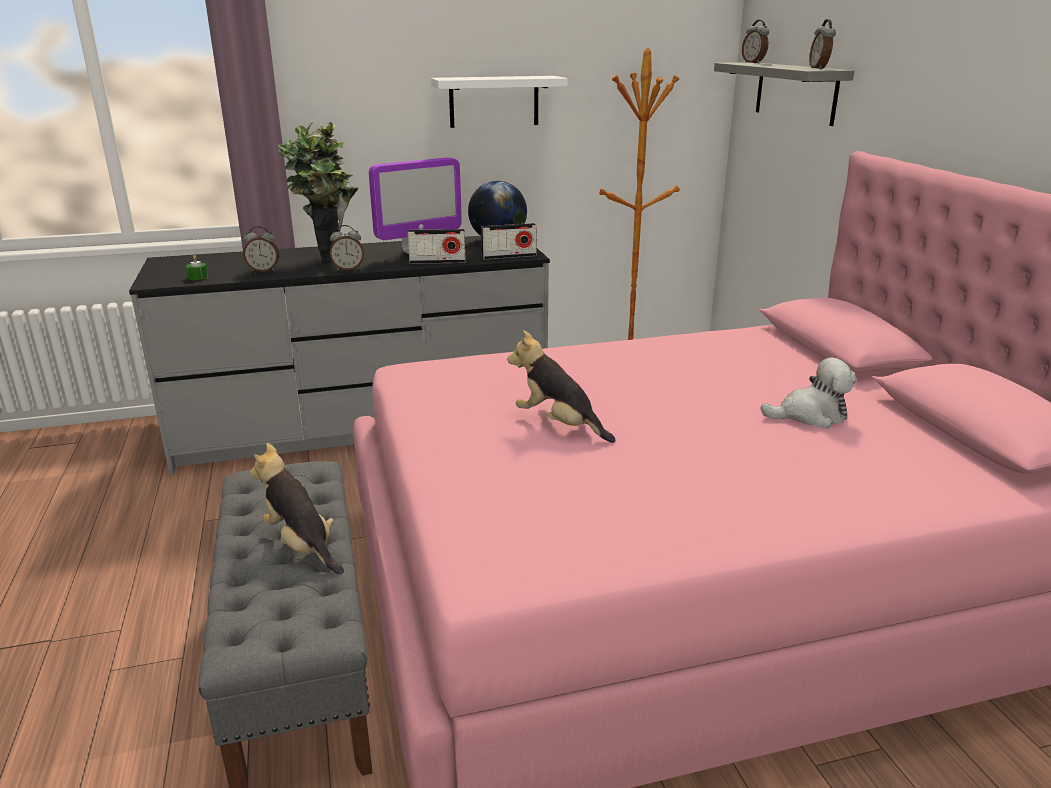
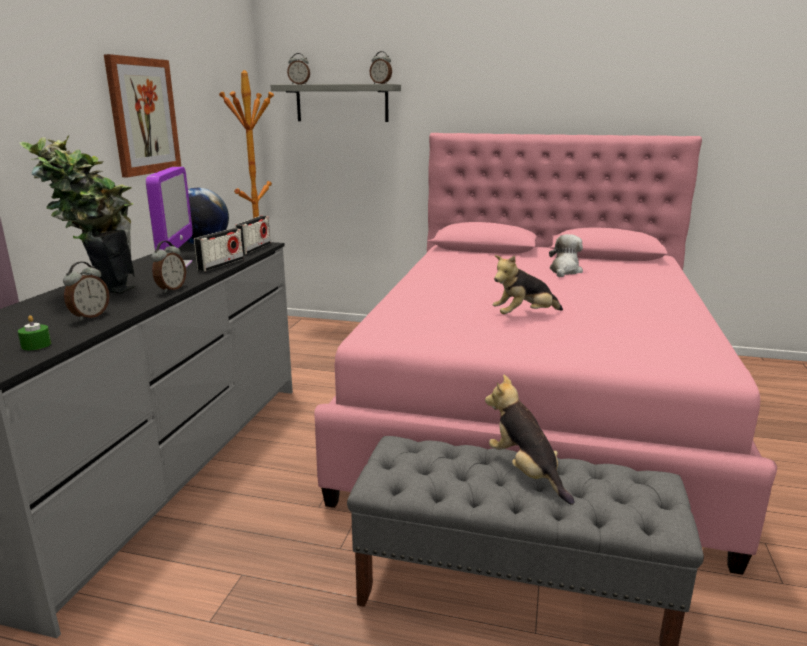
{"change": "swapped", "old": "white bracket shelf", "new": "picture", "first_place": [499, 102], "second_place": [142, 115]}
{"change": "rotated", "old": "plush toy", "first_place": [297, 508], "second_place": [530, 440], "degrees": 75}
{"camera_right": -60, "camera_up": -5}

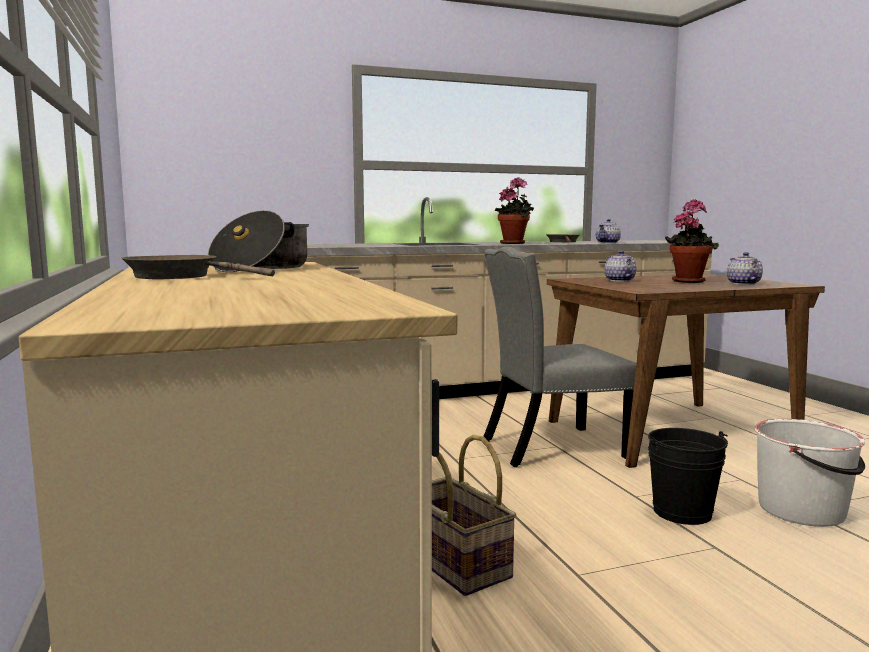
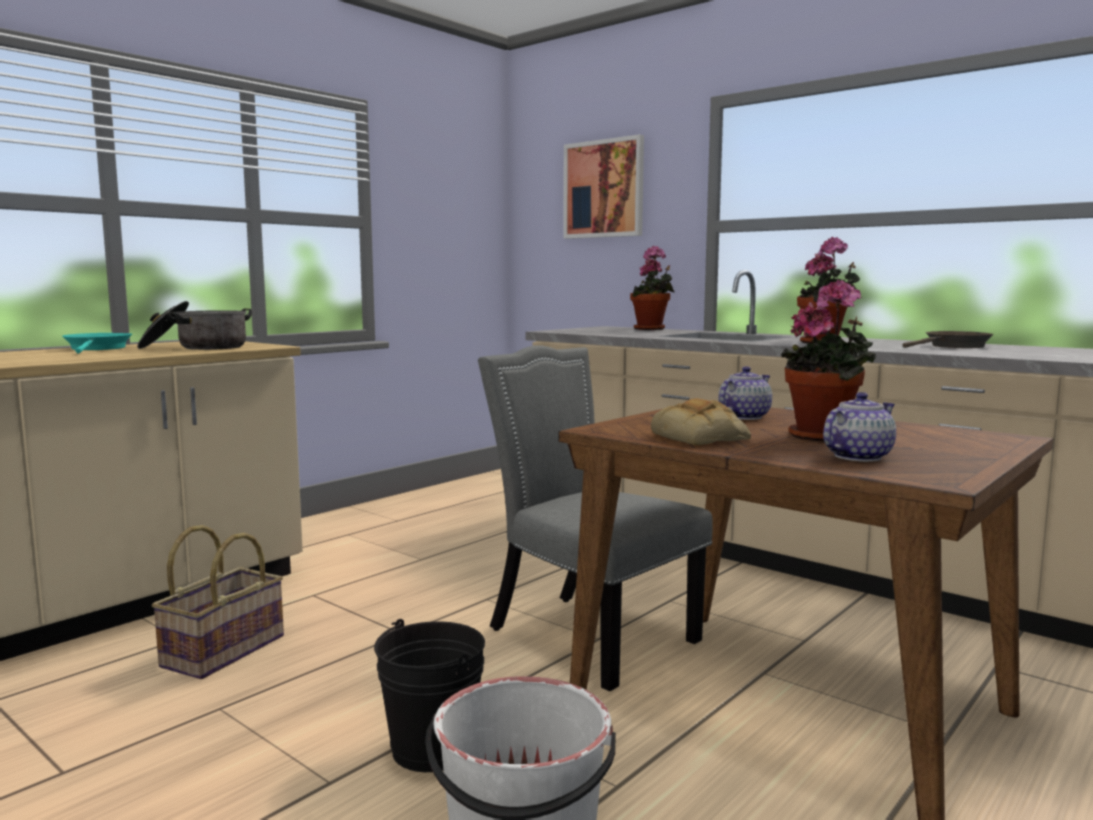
{"change": "gone", "old": "tea pot", "first_place": [608, 231]}
{"change": "repainted", "old": "brownish frying pan", "new": "turquoise frying pan", "first_place": [198, 267], "second_place": [97, 343]}
{"change": "new", "new": "picture", "second_place": [603, 186]}
{"change": "new", "new": "potted plant", "second_place": [652, 288]}
{"change": "new", "new": "baked bread", "second_place": [701, 421]}
{"camera_right": 60, "camera_up": 0}

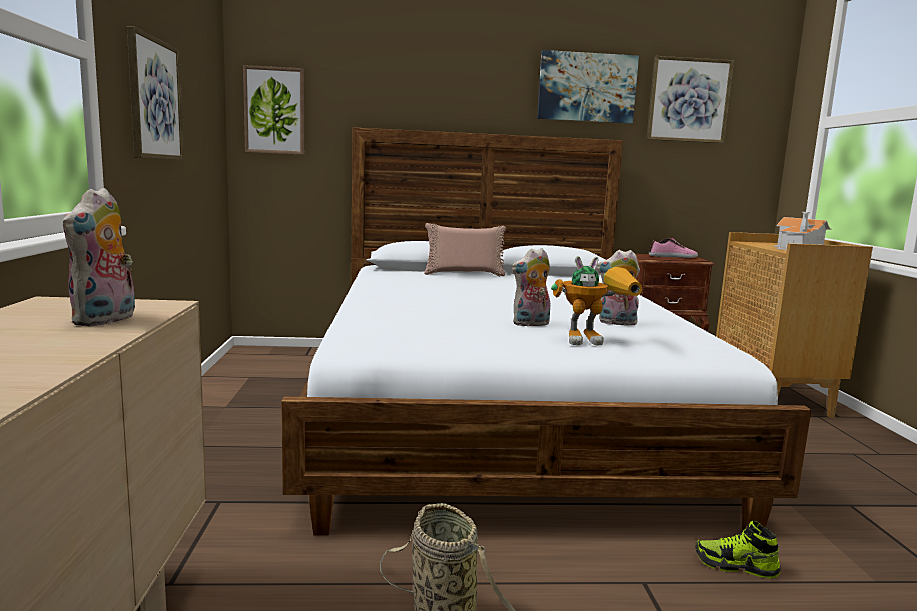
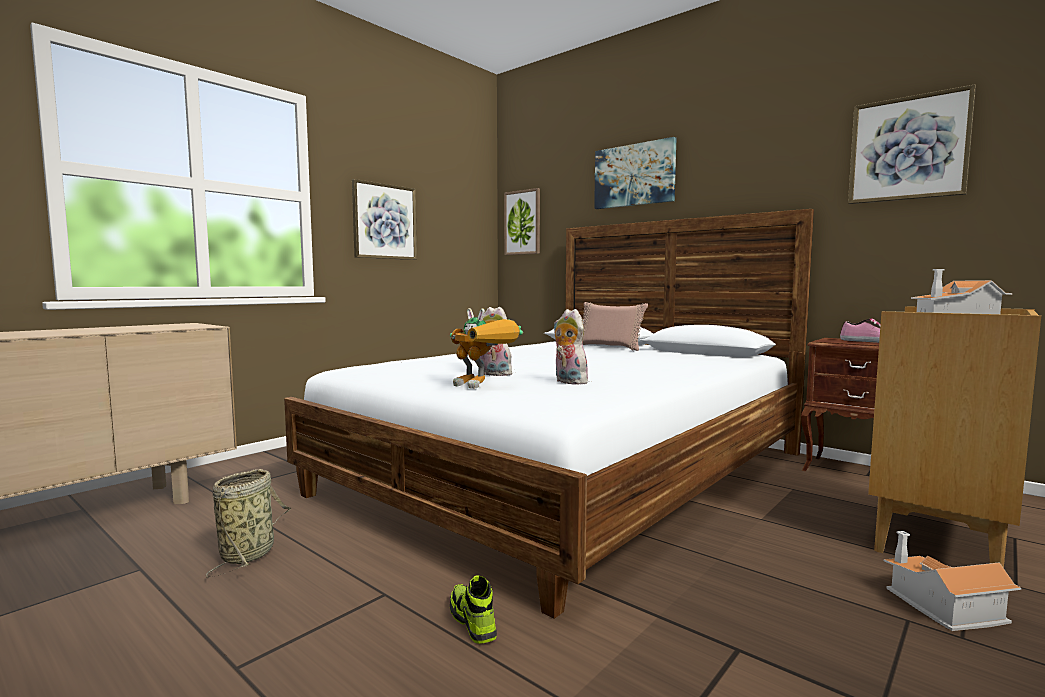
{"change": "shifted", "old": "picture", "first_place": [588, 86], "second_place": [635, 173]}
{"change": "gone", "old": "plush toy", "first_place": [99, 256]}
{"change": "new", "new": "model house", "second_place": [952, 581]}
{"camera_right": 45, "camera_up": -5}

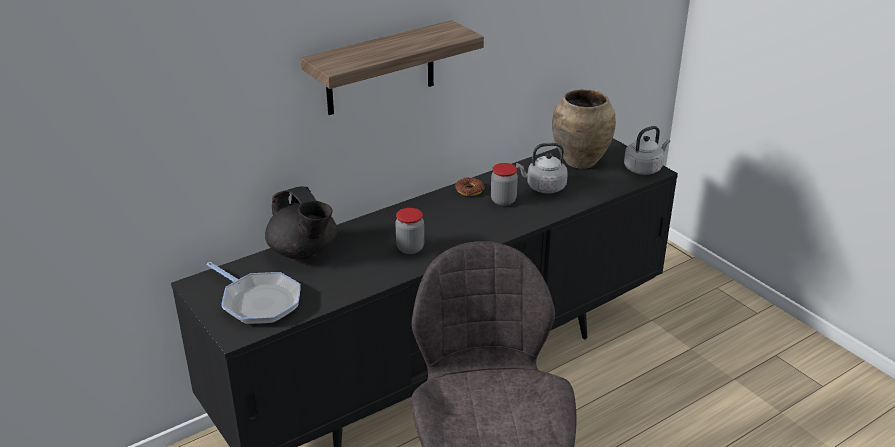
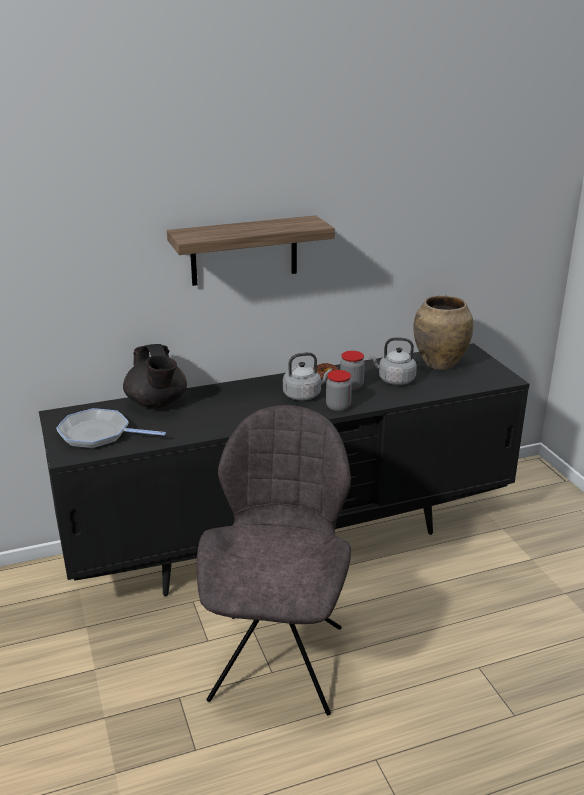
{"change": "shifted", "old": "gray tea kettle", "first_place": [647, 150], "second_place": [307, 376]}
{"change": "shifted", "old": "preserve jar", "first_place": [409, 231], "second_place": [339, 390]}
{"change": "rotated", "old": "frying pan", "first_place": [254, 293], "second_place": [111, 428], "degrees": 135}
{"camera_right": 15, "camera_up": -5}

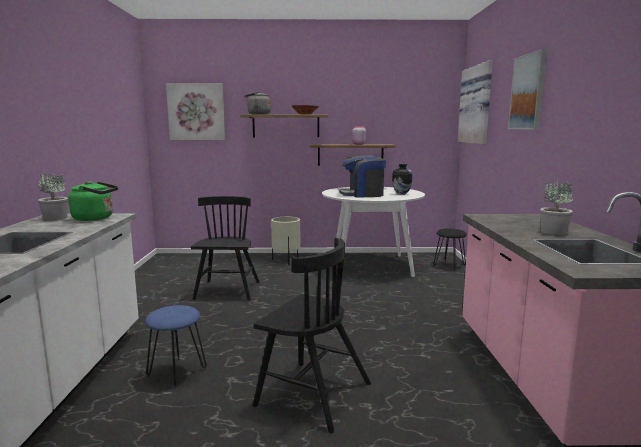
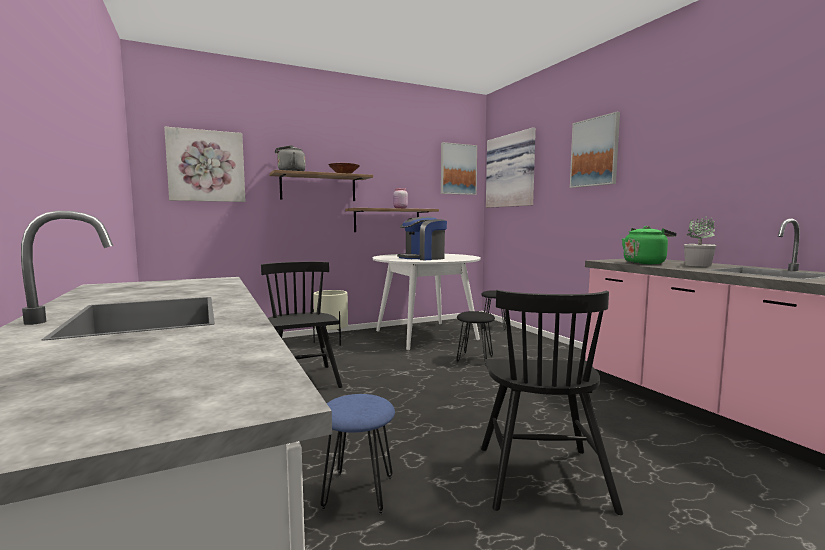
{"change": "gone", "old": "flower vase", "first_place": [402, 179]}
{"change": "gone", "old": "potted plant", "first_place": [53, 197]}
{"change": "shifted", "old": "greenish tea kettle", "first_place": [93, 201], "second_place": [649, 245]}
{"change": "rotated", "old": "black upright chair", "first_place": [312, 336], "second_place": [552, 402], "degrees": 90}
{"change": "new", "new": "picture", "second_place": [459, 168]}
{"change": "new", "new": "black stool seat", "second_place": [475, 338]}
{"camera_right": -25, "camera_up": -5}

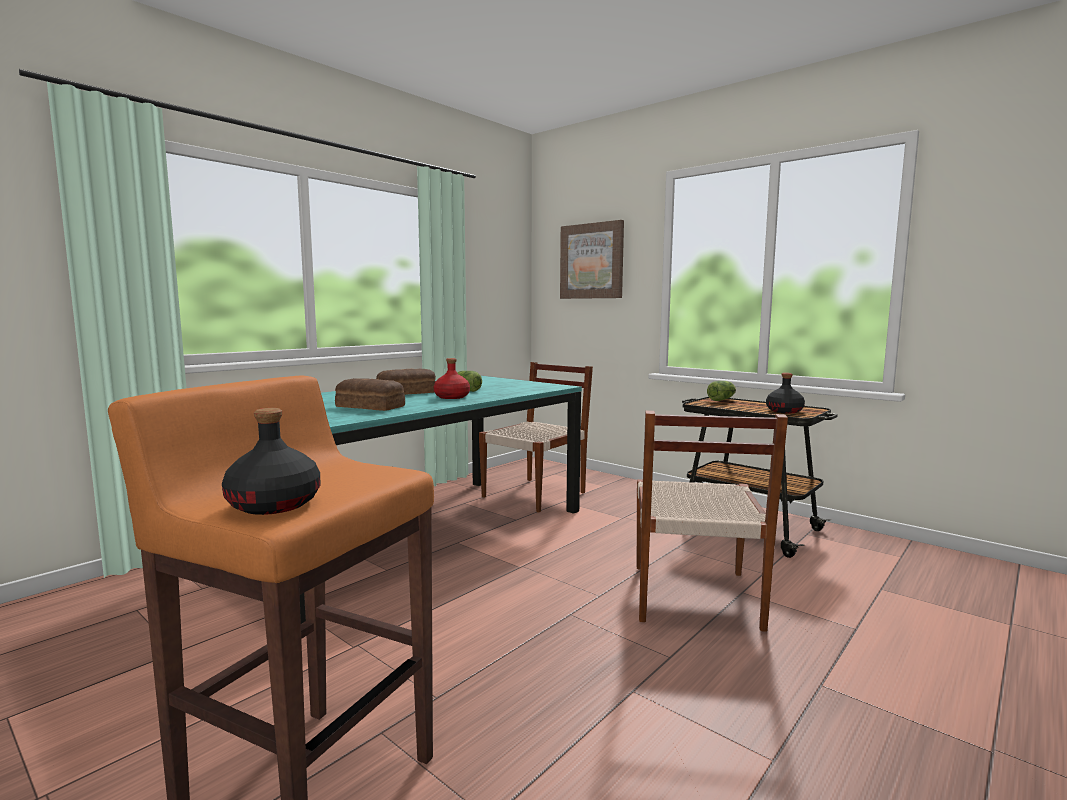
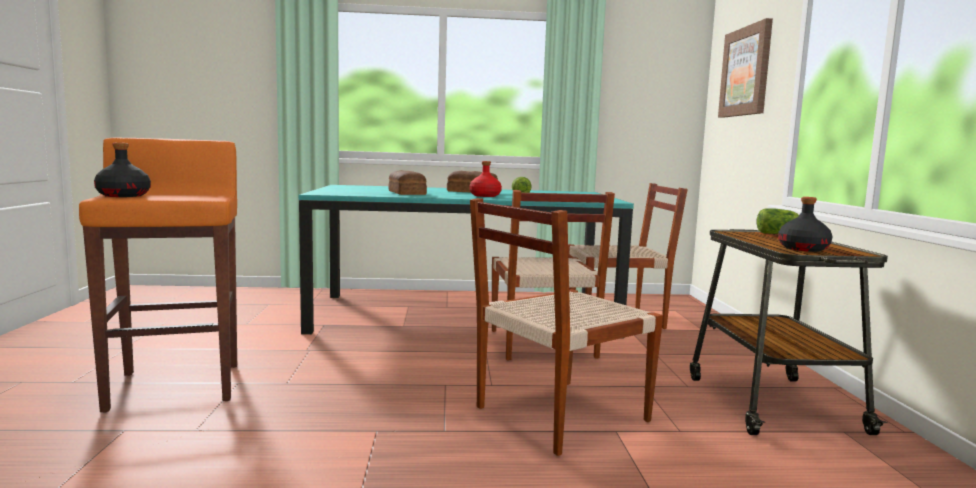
{"change": "new", "new": "upright chair", "second_place": [553, 275]}
{"camera_right": 45, "camera_up": 0}

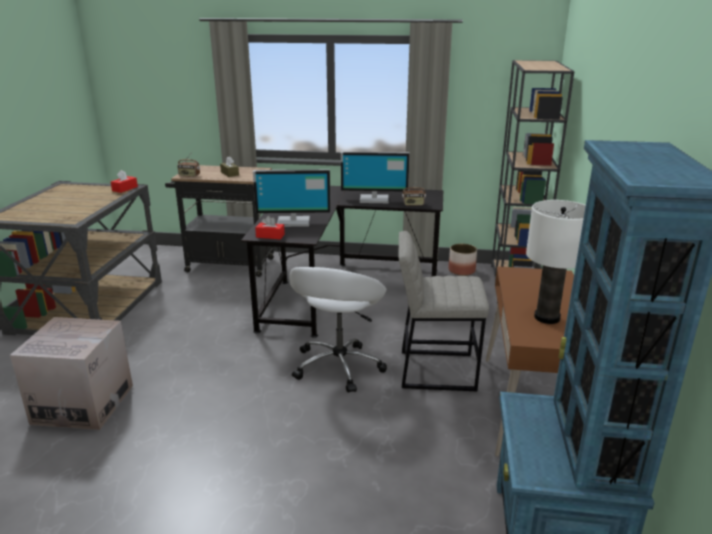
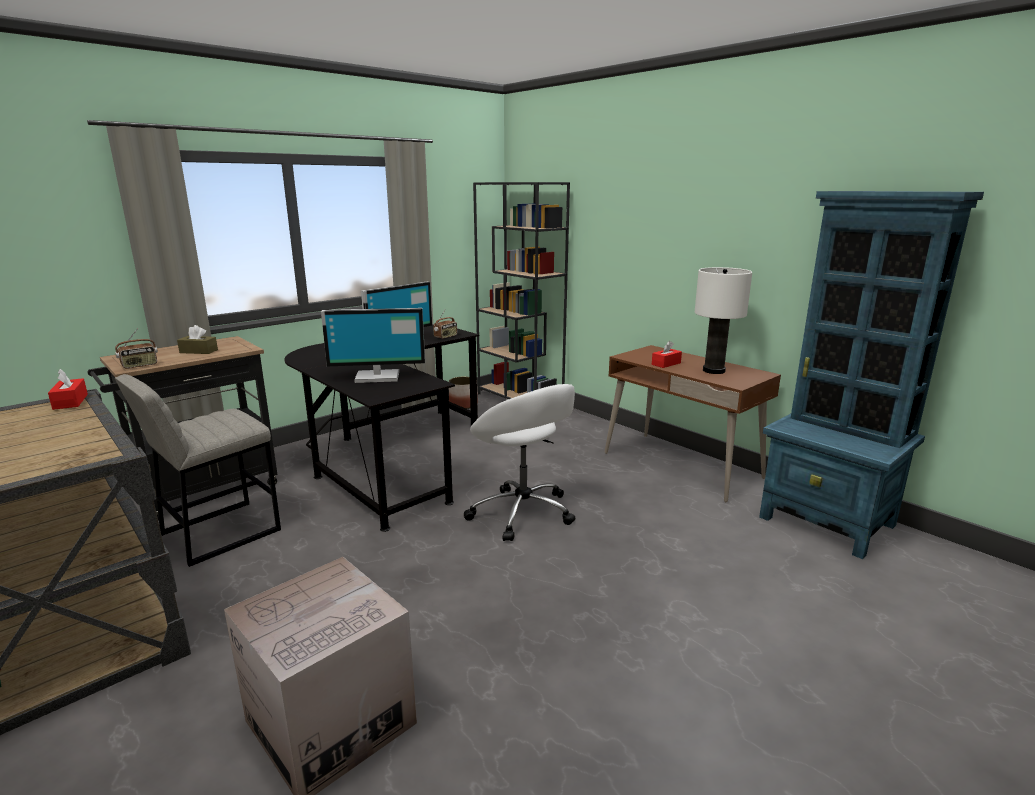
{"change": "rotated", "old": "computer display", "first_place": [292, 198], "second_place": [373, 345], "degrees": 45}
{"change": "shifted", "old": "red-coloured tissue box", "first_place": [270, 227], "second_place": [667, 354]}
{"change": "shifted", "old": "gray upright chair", "first_place": [443, 311], "second_place": [198, 470]}
{"camera_right": -50, "camera_up": -5}

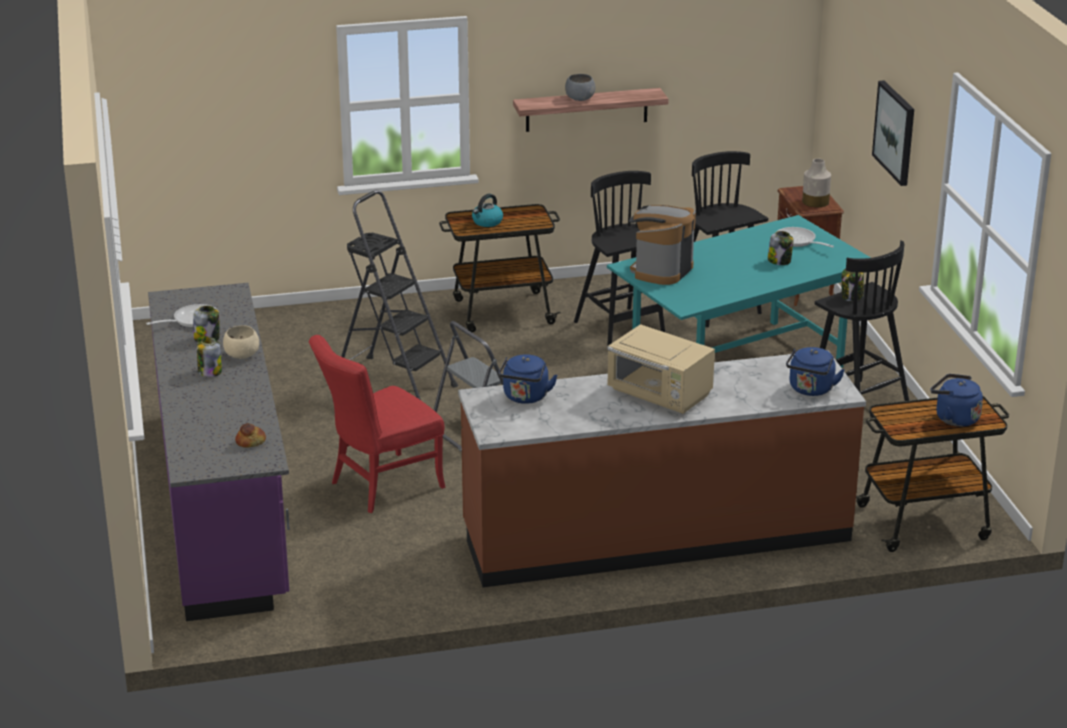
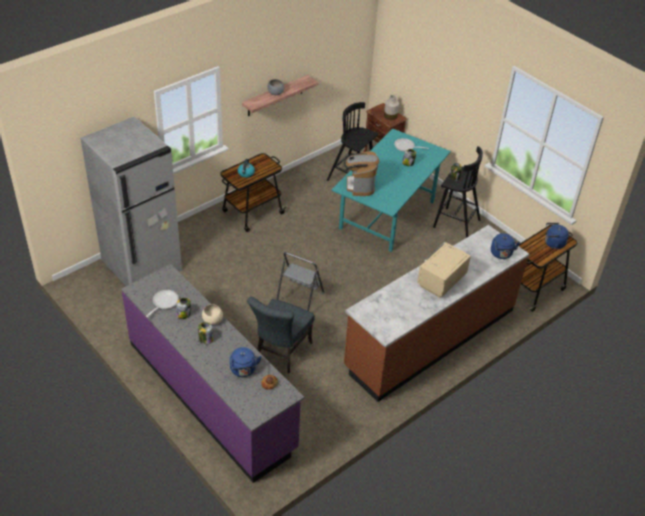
{"change": "gone", "old": "picture", "first_place": [893, 133]}
{"change": "gone", "old": "black stool seat", "first_place": [619, 258]}
{"change": "gone", "old": "stepladder", "first_place": [399, 295]}
{"change": "rotated", "old": "sand-coloured microwave oven", "first_place": [661, 369], "second_place": [444, 270], "degrees": 120}
{"change": "repainted", "old": "red-coloured upright chair", "new": "gray upright chair", "first_place": [377, 424], "second_place": [281, 335]}
{"change": "shifted", "old": "blue-coloured tea kettle", "first_place": [528, 379], "second_place": [246, 362]}
{"change": "new", "new": "gray kitchen fridge", "second_place": [131, 201]}
{"camera_right": -30, "camera_up": 15}

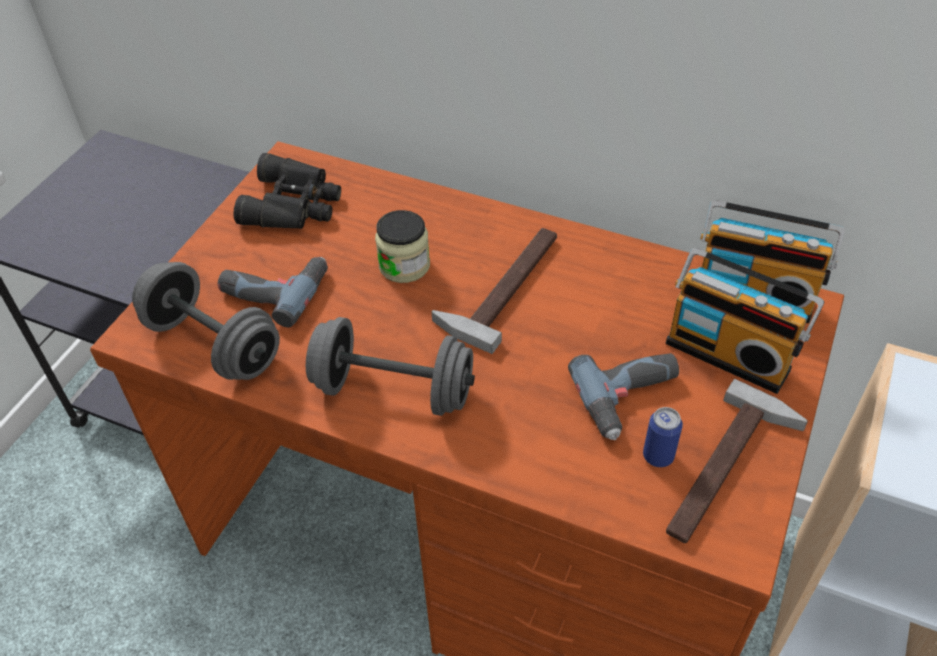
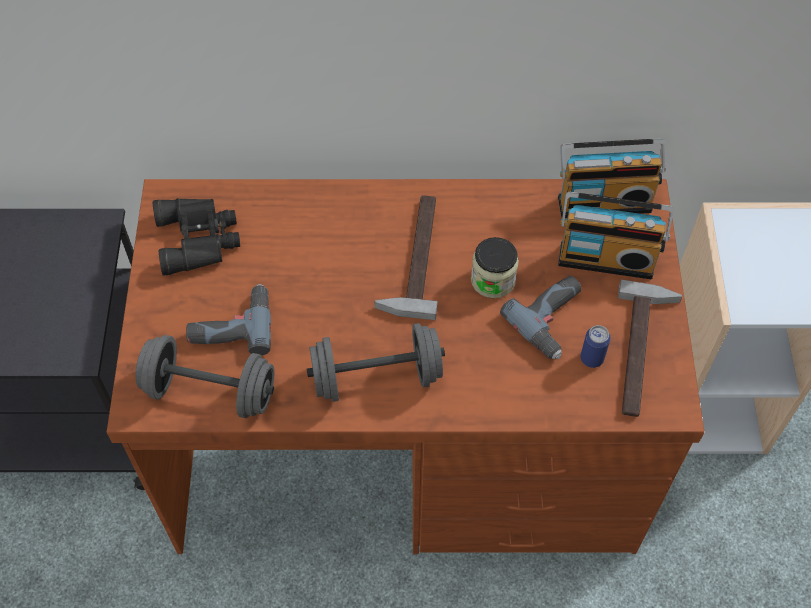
{"change": "shifted", "old": "preserve jar", "first_place": [402, 246], "second_place": [495, 267]}
{"camera_right": -25, "camera_up": 10}

